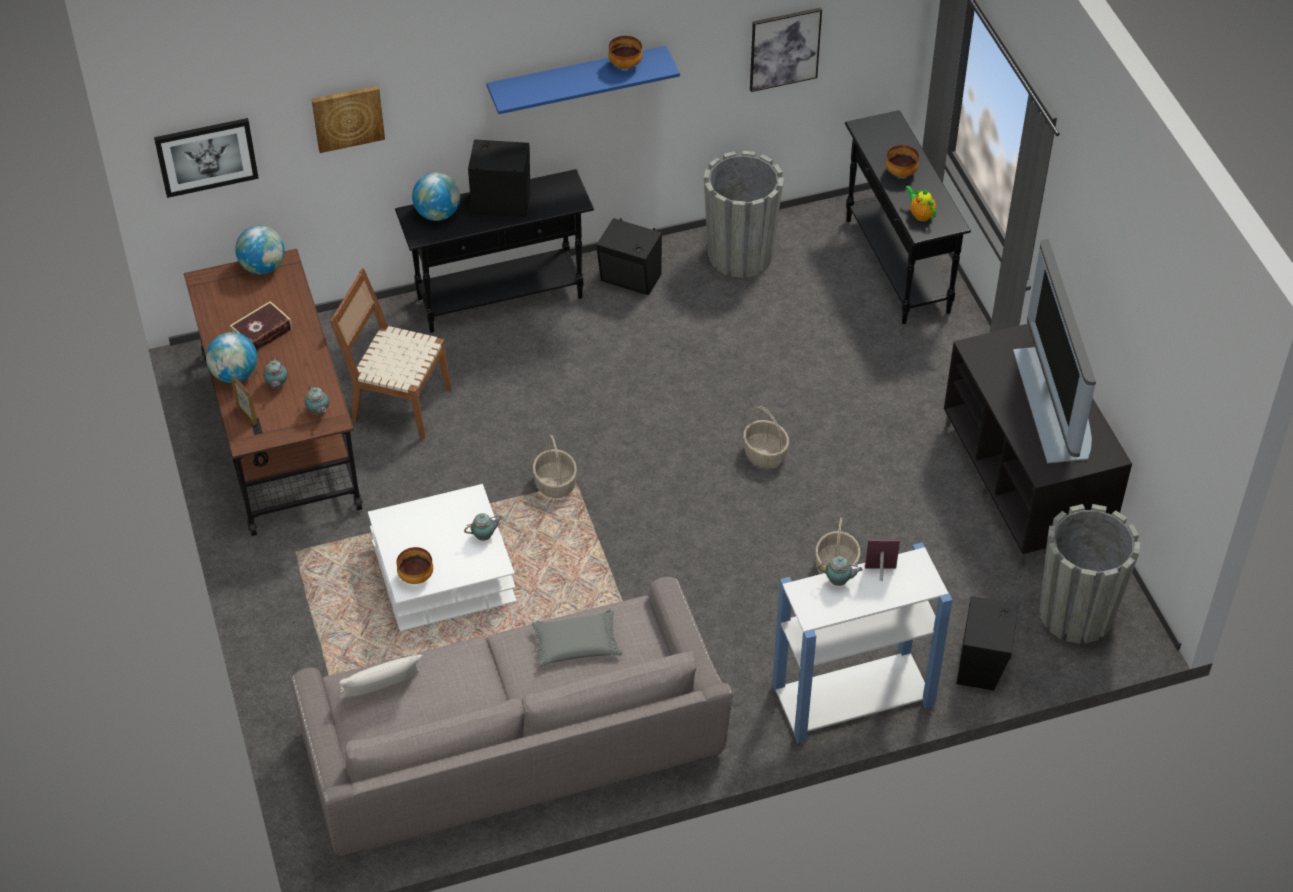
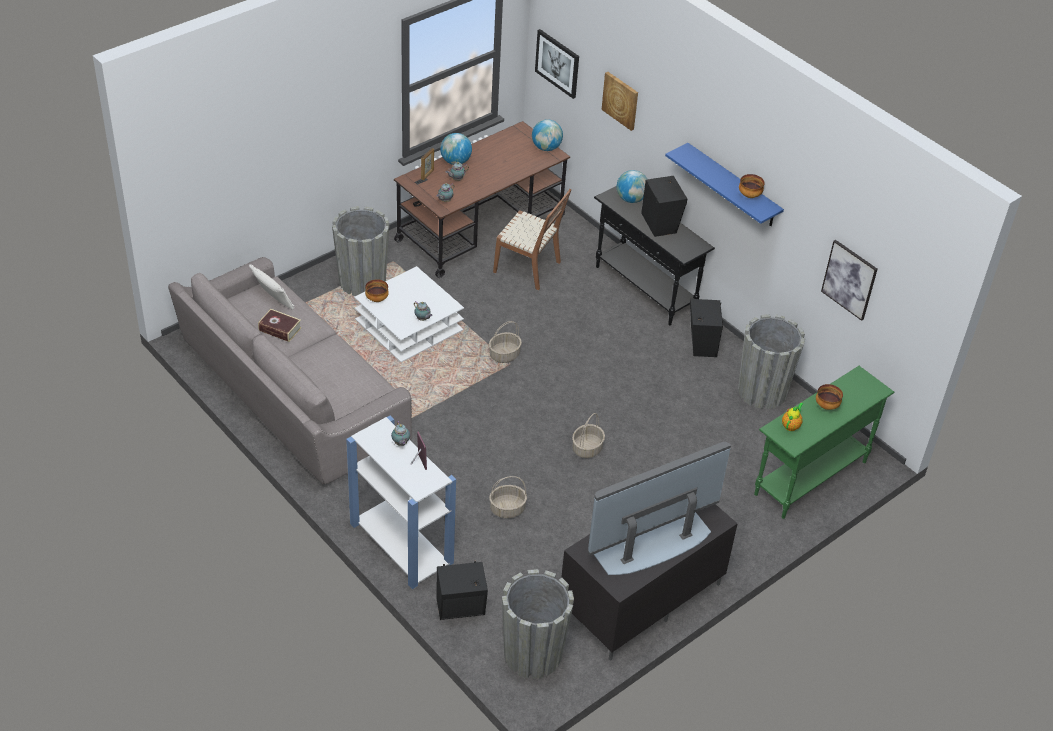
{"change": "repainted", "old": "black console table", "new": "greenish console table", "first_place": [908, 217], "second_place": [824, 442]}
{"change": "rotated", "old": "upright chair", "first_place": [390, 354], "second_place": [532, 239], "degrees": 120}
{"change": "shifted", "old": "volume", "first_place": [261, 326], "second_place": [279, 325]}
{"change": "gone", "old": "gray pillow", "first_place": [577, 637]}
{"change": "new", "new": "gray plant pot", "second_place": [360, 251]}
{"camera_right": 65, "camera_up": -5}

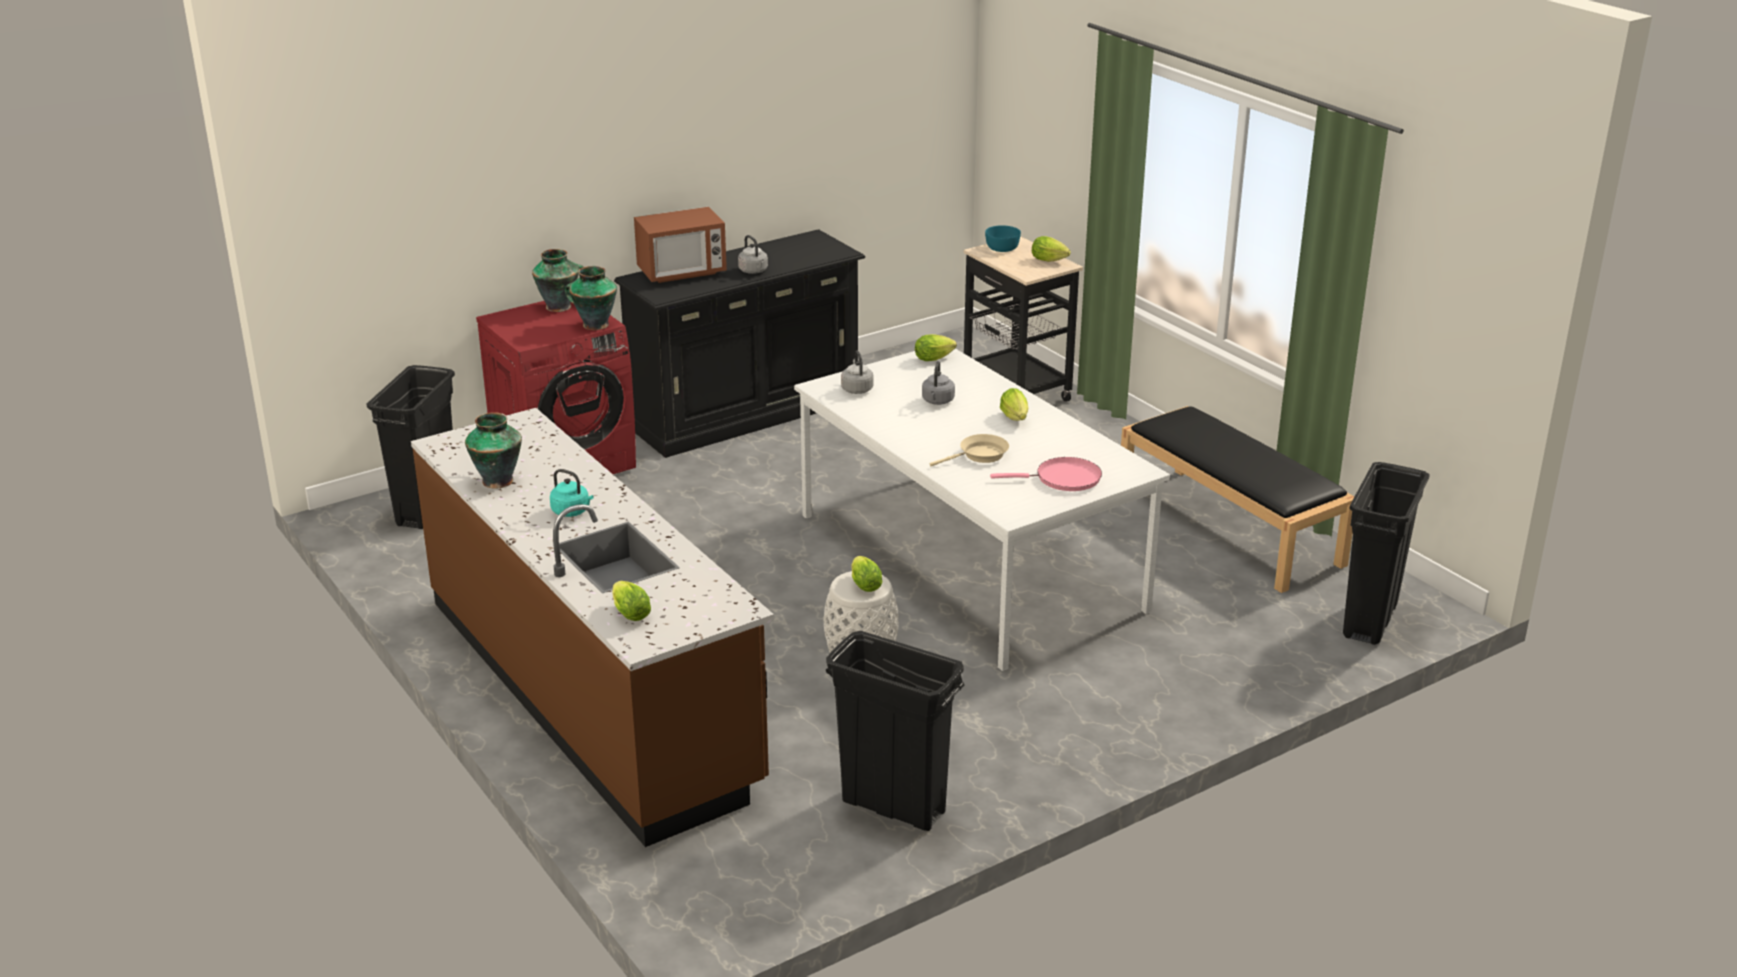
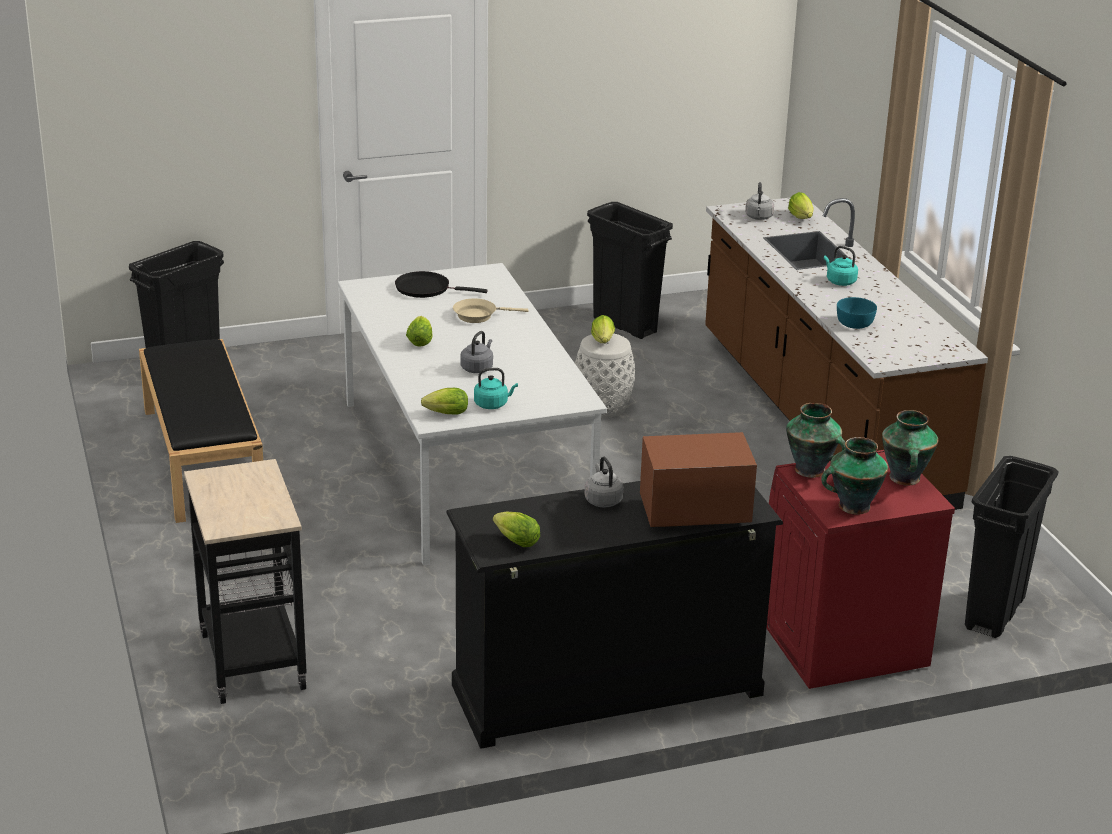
{"change": "shifted", "old": "turquoise deep dish", "first_place": [1003, 238], "second_place": [857, 313]}
{"change": "shifted", "old": "lettuce", "first_place": [1051, 249], "second_place": [516, 529]}
{"change": "shifted", "old": "gray tea kettle", "first_place": [857, 372], "second_place": [759, 201]}
{"change": "shifted", "old": "flower vase", "first_place": [493, 450], "second_place": [910, 448]}
{"change": "repainted", "old": "pink-coloured frying pan", "new": "black frying pan", "first_place": [1046, 474], "second_place": [441, 284]}
{"change": "new", "new": "turquoise tea kettle", "second_place": [496, 388]}
{"camera_right": -165, "camera_up": 0}

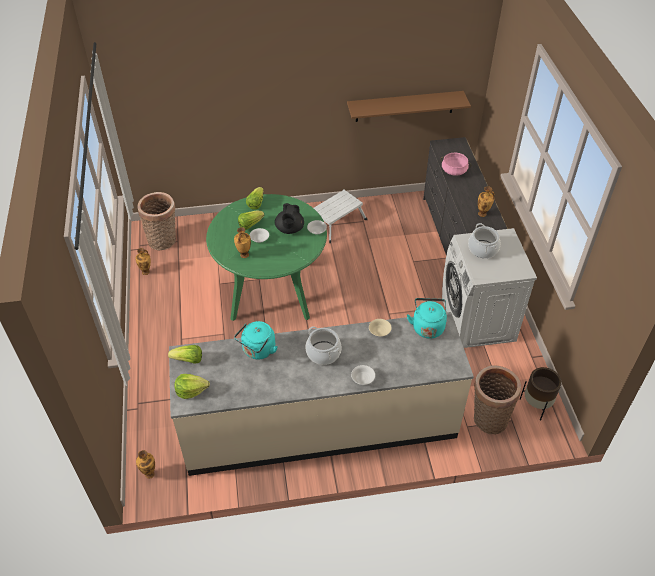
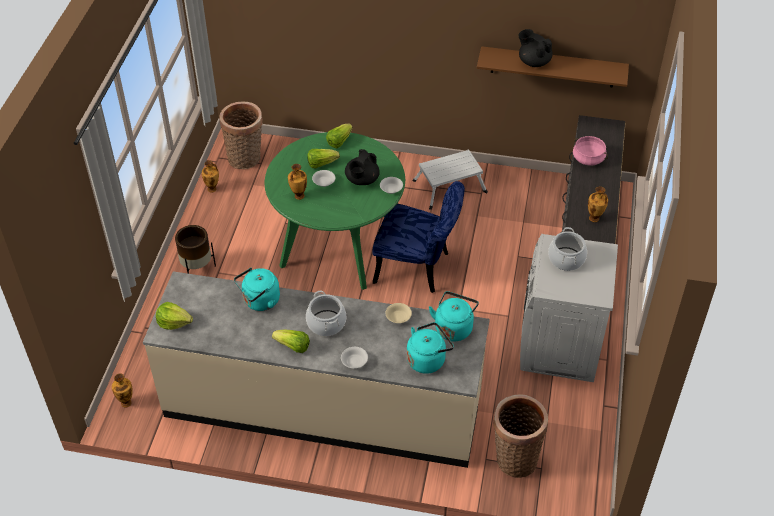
{"change": "shifted", "old": "lettuce", "first_place": [185, 354], "second_place": [291, 341]}
{"change": "shifted", "old": "brownish plant pot", "first_place": [541, 393], "second_place": [195, 249]}
{"change": "new", "new": "black tea pot", "second_place": [535, 48]}
{"change": "new", "new": "blue-coloured upright chair", "second_place": [418, 237]}
{"change": "new", "new": "turquoise tea kettle", "second_place": [430, 348]}
{"camera_right": 20, "camera_up": 0}

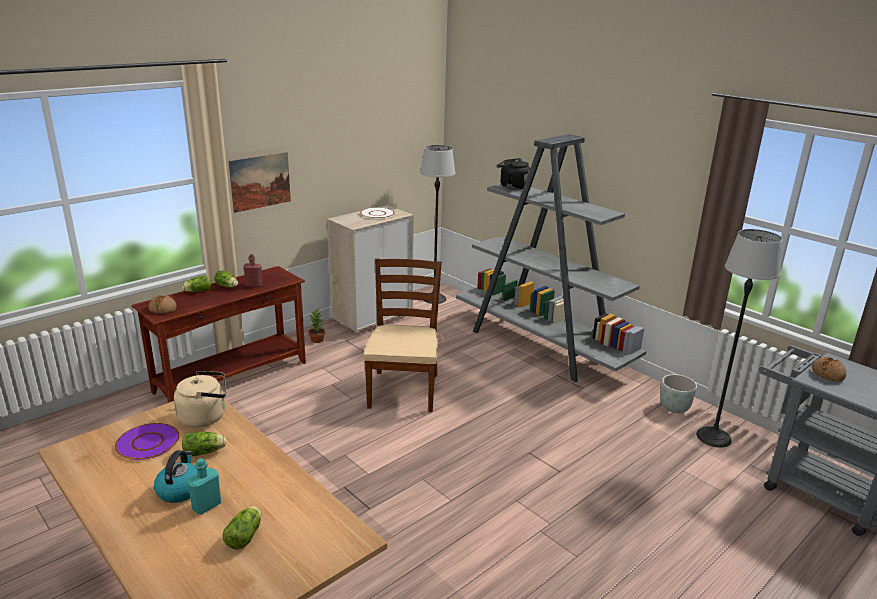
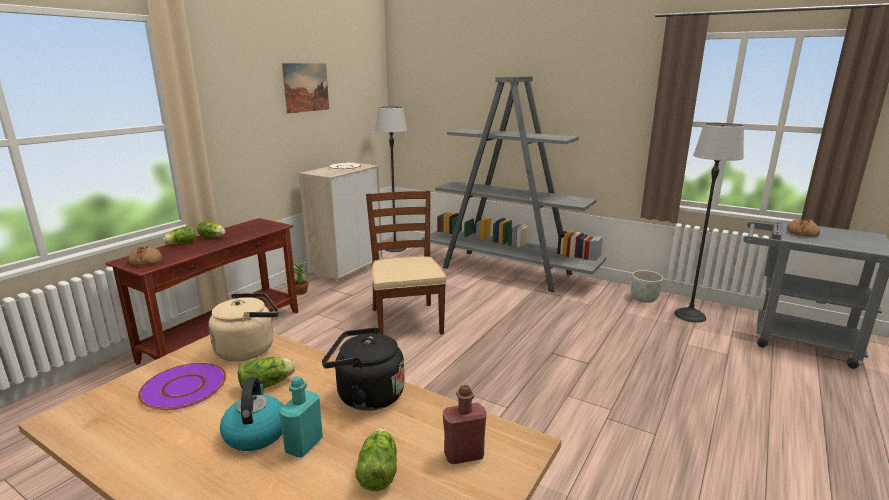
{"change": "shifted", "old": "picture", "first_place": [259, 182], "second_place": [305, 88]}
{"change": "shifted", "old": "black tea kettle", "first_place": [513, 174], "second_place": [363, 369]}
{"change": "shifted", "old": "red-coloured drink bottle", "first_place": [252, 270], "second_place": [465, 425]}
{"camera_right": -15, "camera_up": -5}

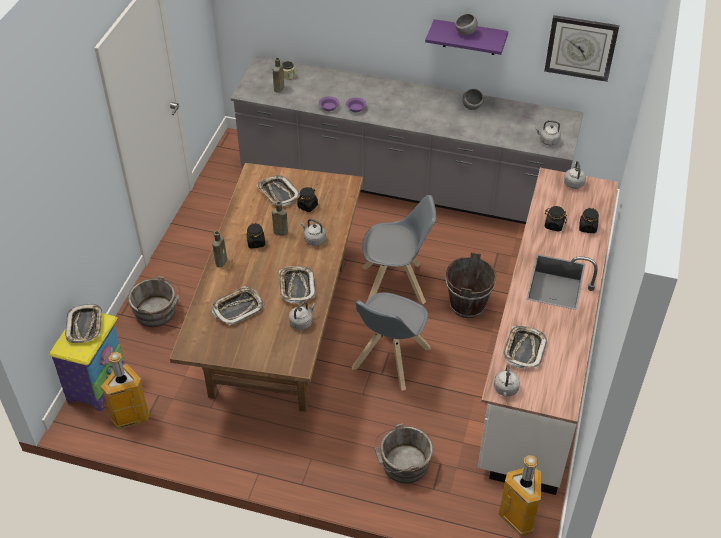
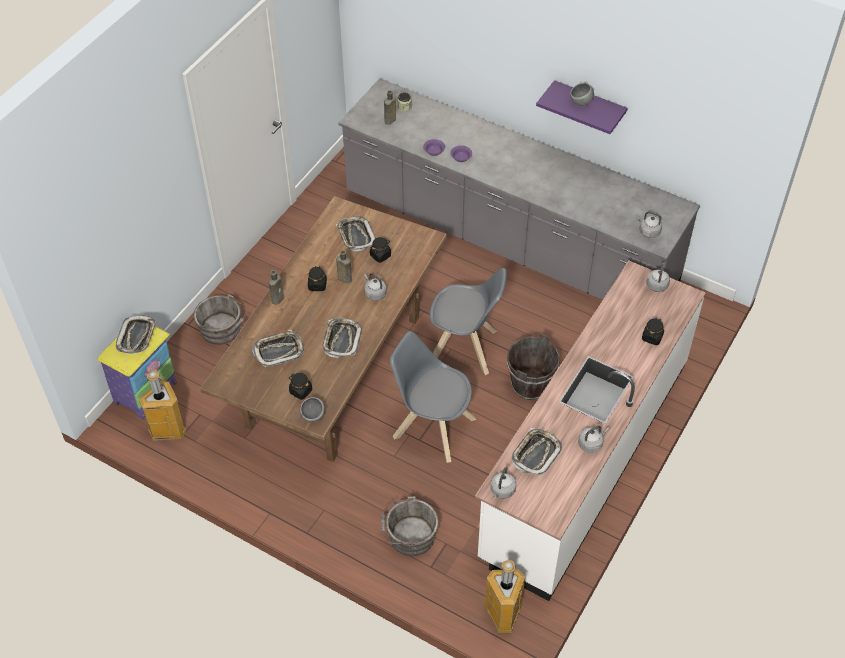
{"change": "gone", "old": "hanging clock", "first_place": [582, 48]}
{"change": "shifted", "old": "gray deep dish", "first_place": [473, 99], "second_place": [312, 410]}
{"change": "shifted", "old": "black preserve jar", "first_place": [555, 219], "second_place": [300, 386]}
{"change": "rotated", "old": "gray upright chair", "first_place": [391, 341], "second_place": [433, 397], "degrees": 75}
{"change": "shifted", "old": "gray tea kettle", "first_place": [302, 316], "second_place": [593, 439]}
{"camera_right": 15, "camera_up": 5}

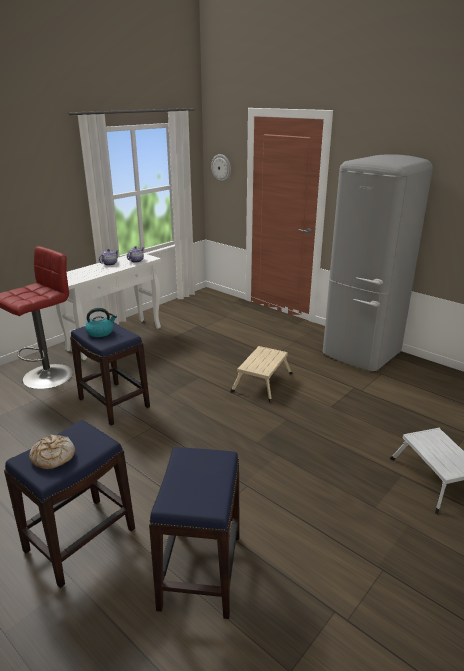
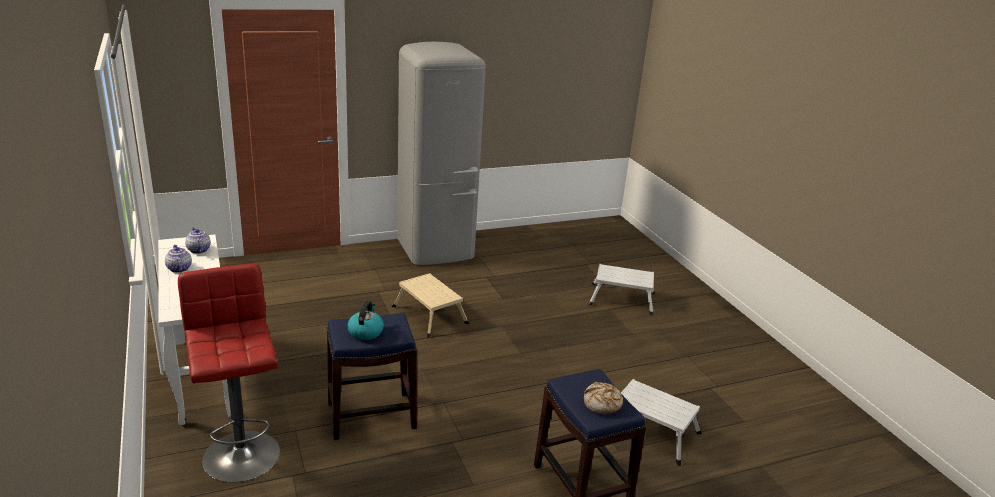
{"change": "gone", "old": "hanging clock", "first_place": [221, 168]}
{"change": "swapped", "old": "stool seat", "new": "white stepladder", "first_place": [194, 533], "second_place": [661, 422]}
{"camera_right": -65, "camera_up": 0}

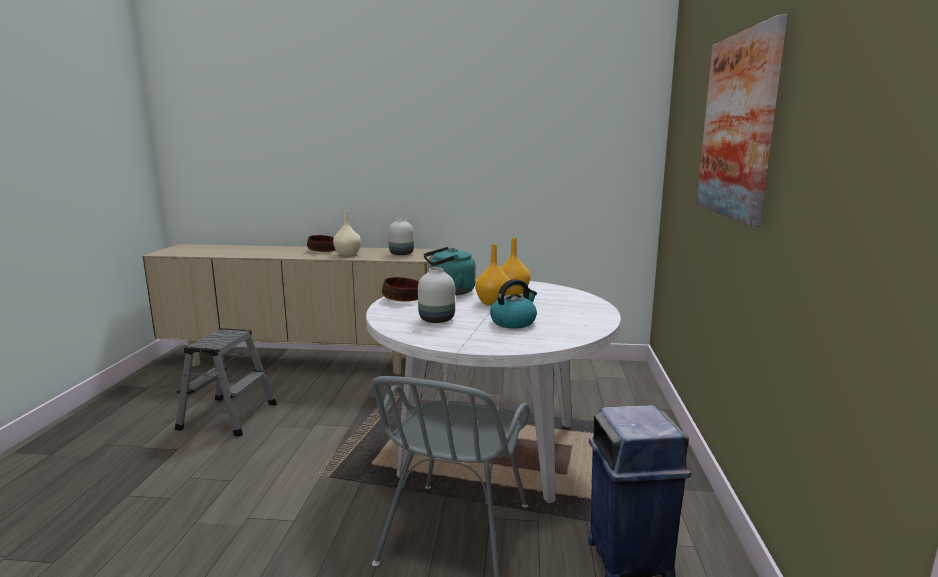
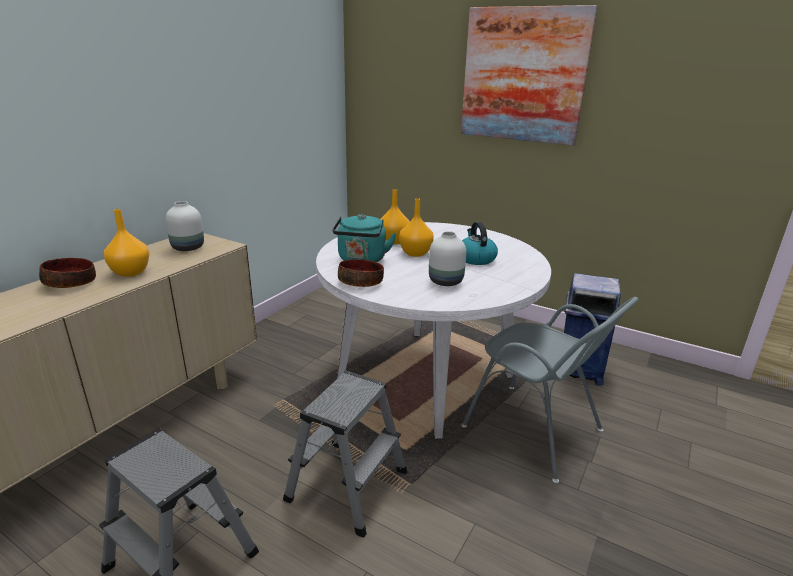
{"change": "repainted", "old": "sand-coloured flower vase", "new": "orange-coloured flower vase", "first_place": [347, 233], "second_place": [126, 243]}
{"change": "new", "new": "gray stepladder", "second_place": [345, 454]}
{"camera_right": -65, "camera_up": 10}

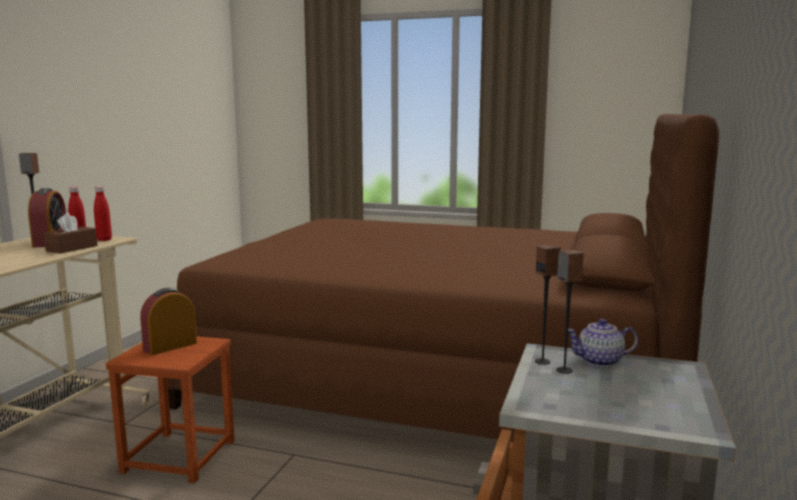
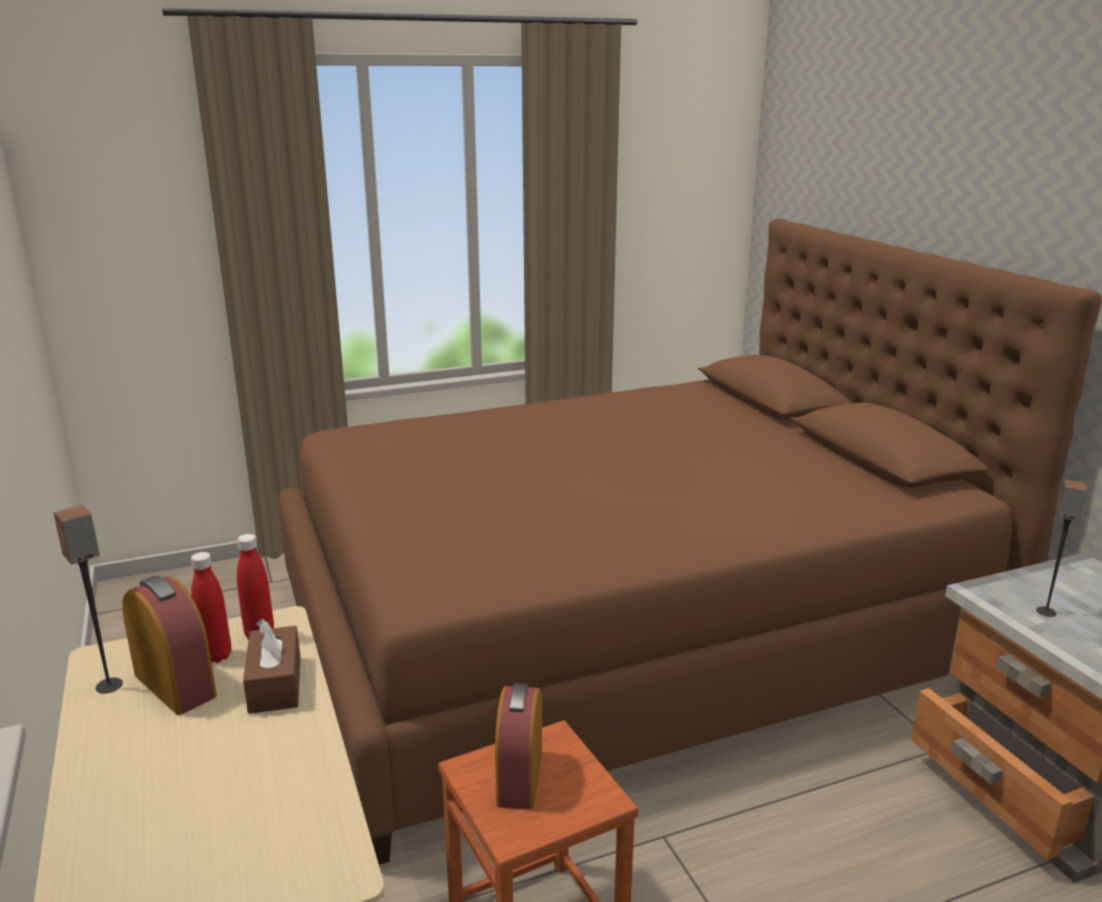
{"change": "gone", "old": "loudspeaker", "first_place": [548, 305]}
{"change": "gone", "old": "tea pot", "first_place": [603, 343]}
{"camera_right": -40, "camera_up": 10}

